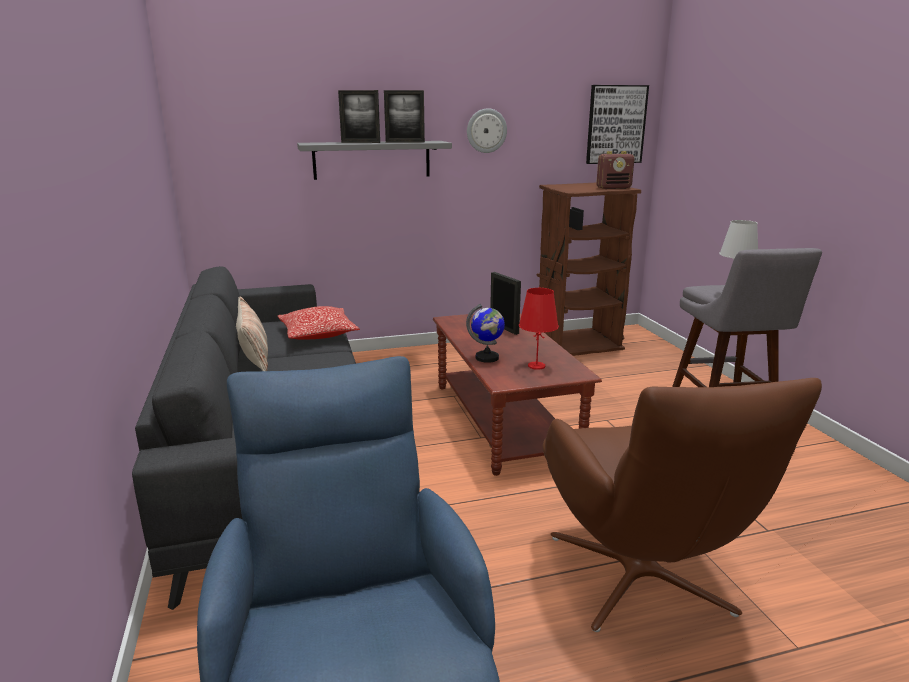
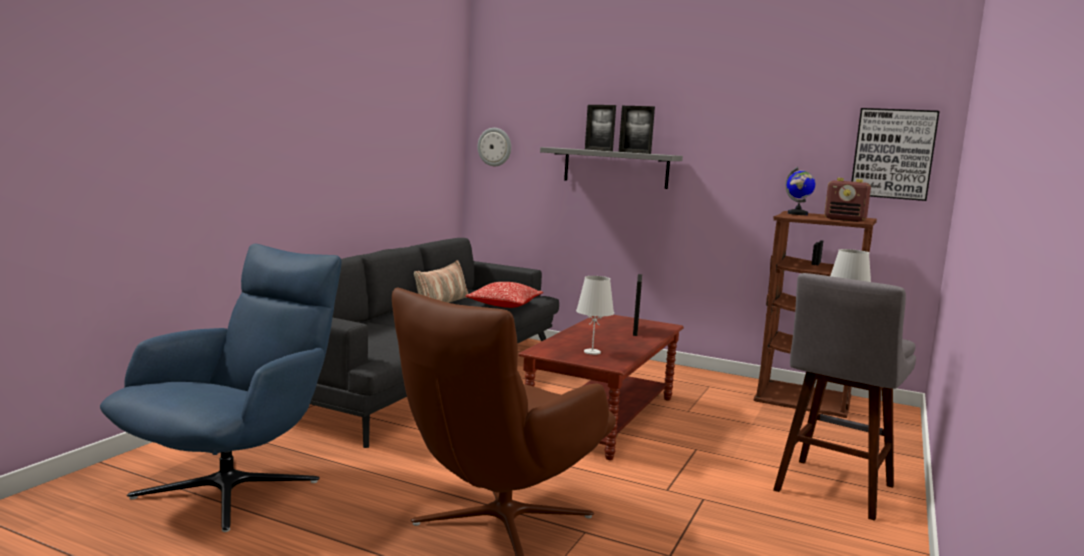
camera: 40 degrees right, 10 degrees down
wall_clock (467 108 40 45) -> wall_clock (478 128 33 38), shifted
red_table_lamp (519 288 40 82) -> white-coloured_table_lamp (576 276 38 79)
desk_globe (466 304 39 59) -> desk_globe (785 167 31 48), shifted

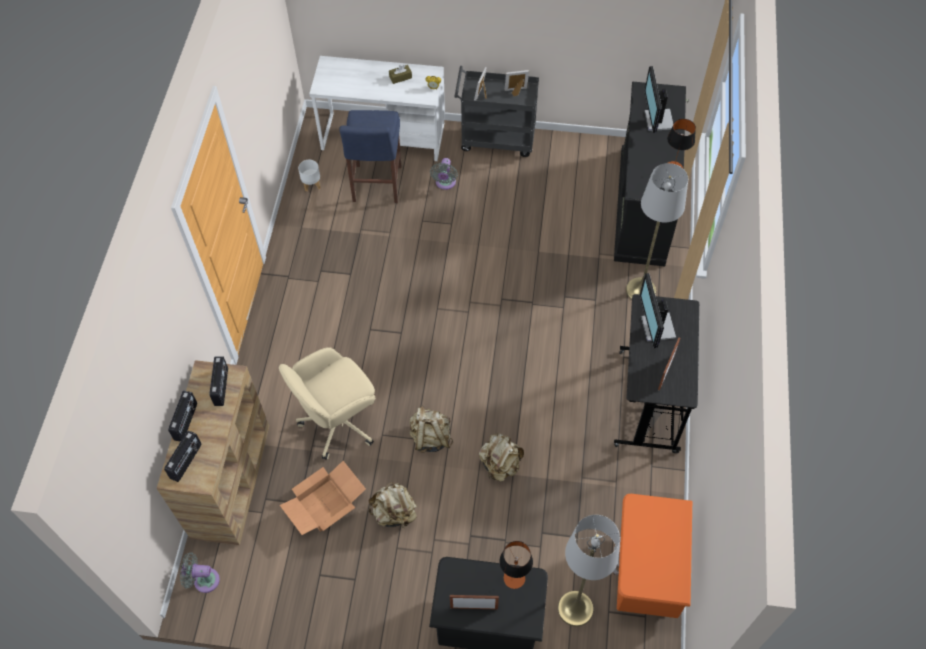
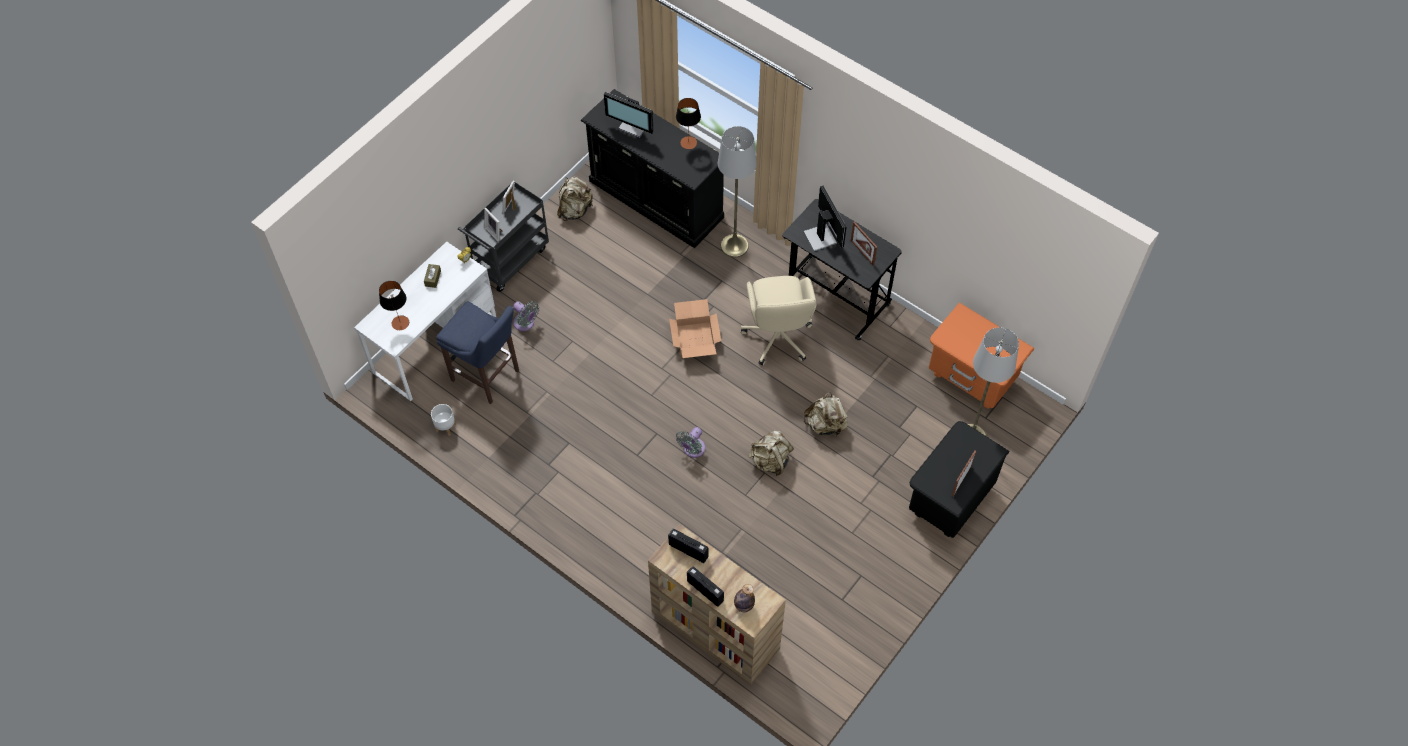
camera: 60 degrees left, 0 degrees up
table_lamp (499 541 34 48) -> table_lamp (379 281 30 49), shifted
beige-coloured_rucksack (368 482 49 47) -> beige-coloured_rucksack (557 177 36 44), shifted
carton (280 461 86 74) -> carton (669 299 52 59), shifted
grey_electric_fan (180 552 40 41) -> grey_electric_fan (676 427 29 31), shifted
radio (164 431 37 51) -> drink_bottle (734 584 21 28)
beige-coloured_office_chair (279 347 97 113) -> beige-coloured_office_chair (741 276 75 90), shifted
computer_screen (640 273 36 75) -> computer_screen (803 186 44 65), 135 degrees counterclockwise

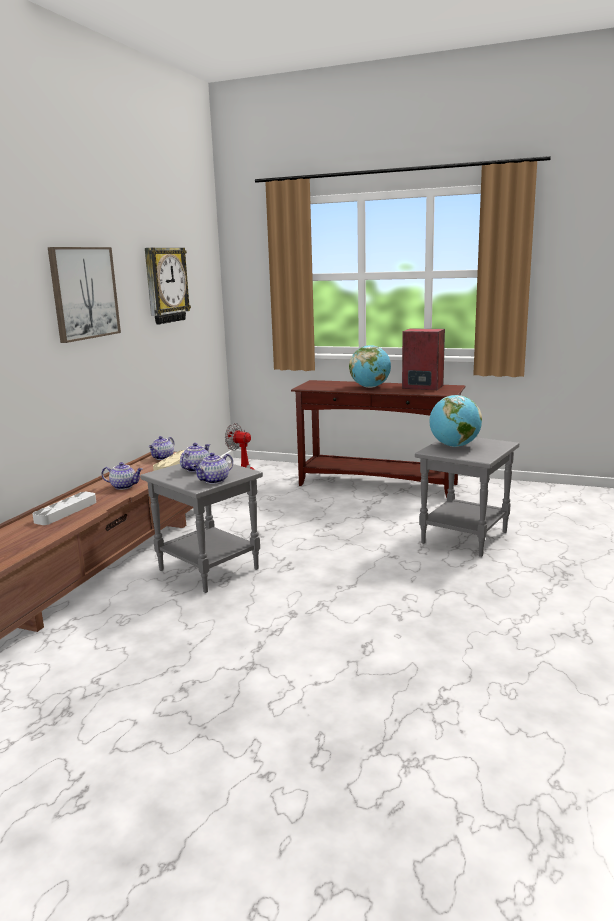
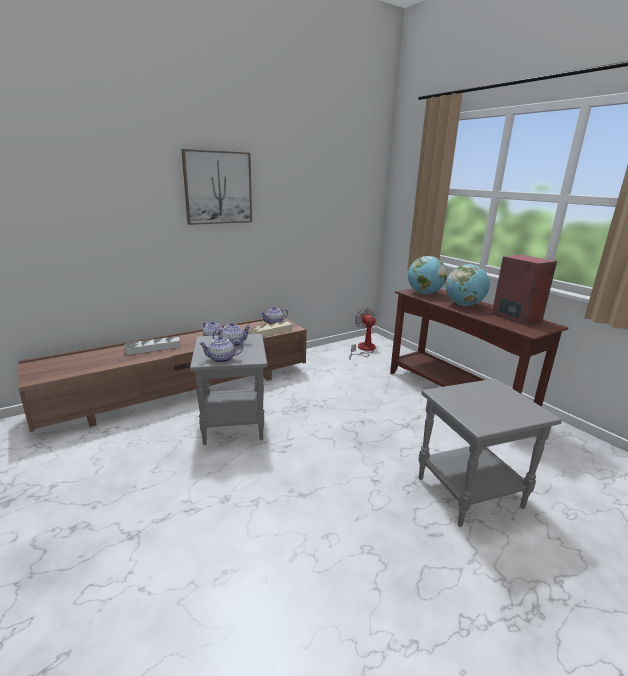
camera: 35 degrees right, 5 degrees up
desk_globe (429 395 53 52) -> desk_globe (408 256 39 38), shifted
wall_clock (145 248 46 77) -> none

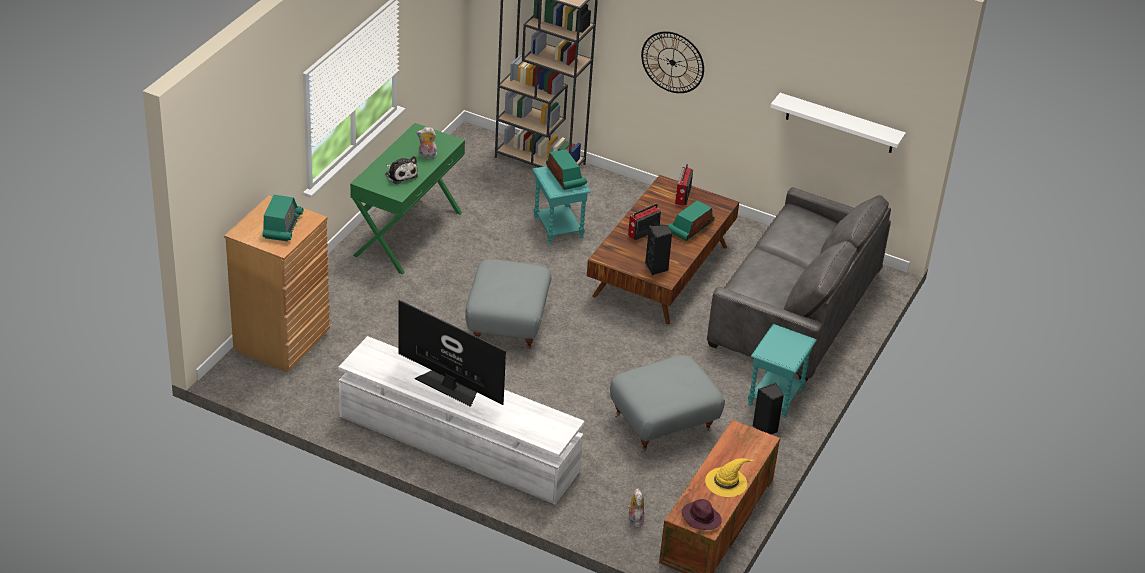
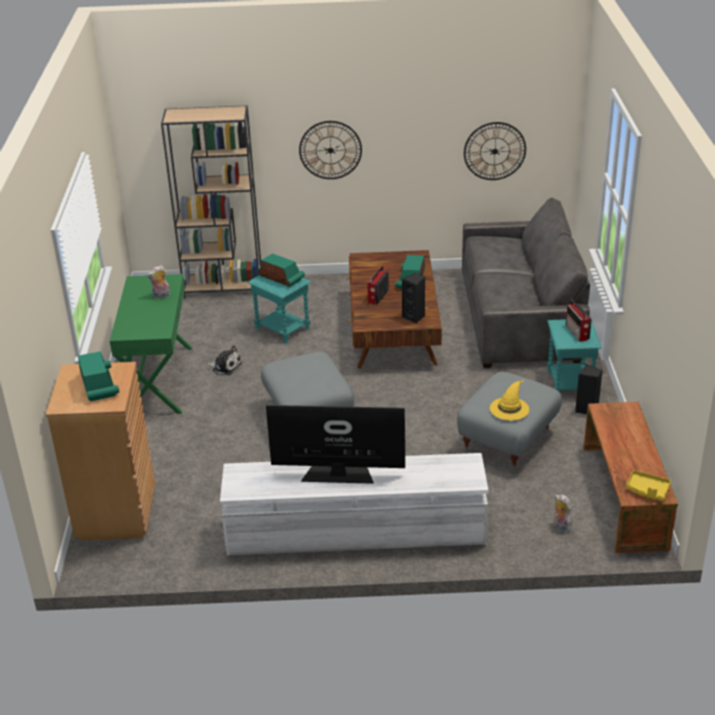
camera: 25 degrees left, 5 degrees down
soft_toy (385 156 33 28) -> soft_toy (207 345 35 30), shifted
white-coloured_shelf (770 93 136 60) -> wall_clock (464 122 62 58)
yellow_clothing_hat (705 458 50 39) -> yellow_clothing_hat (490 380 39 40), shifted
radio (675 164 18 41) -> radio (566 300 26 42), shifted
purplish_clothing_hat (682 499 40 31) -> yellow_tray (626 470 45 31)

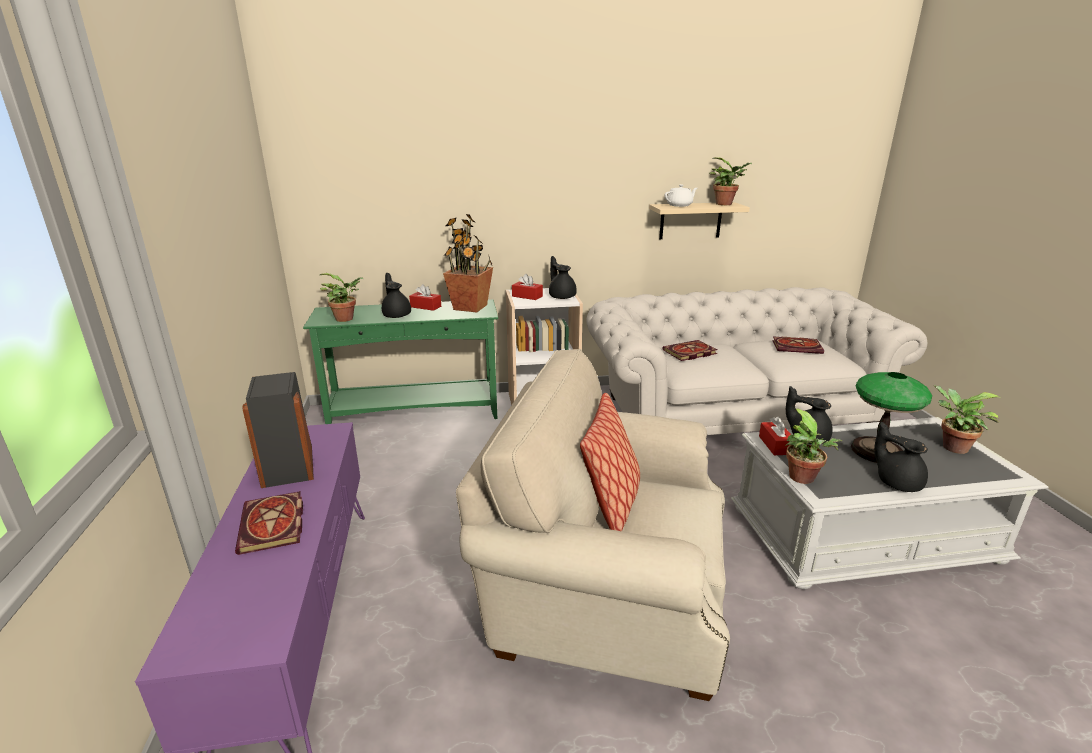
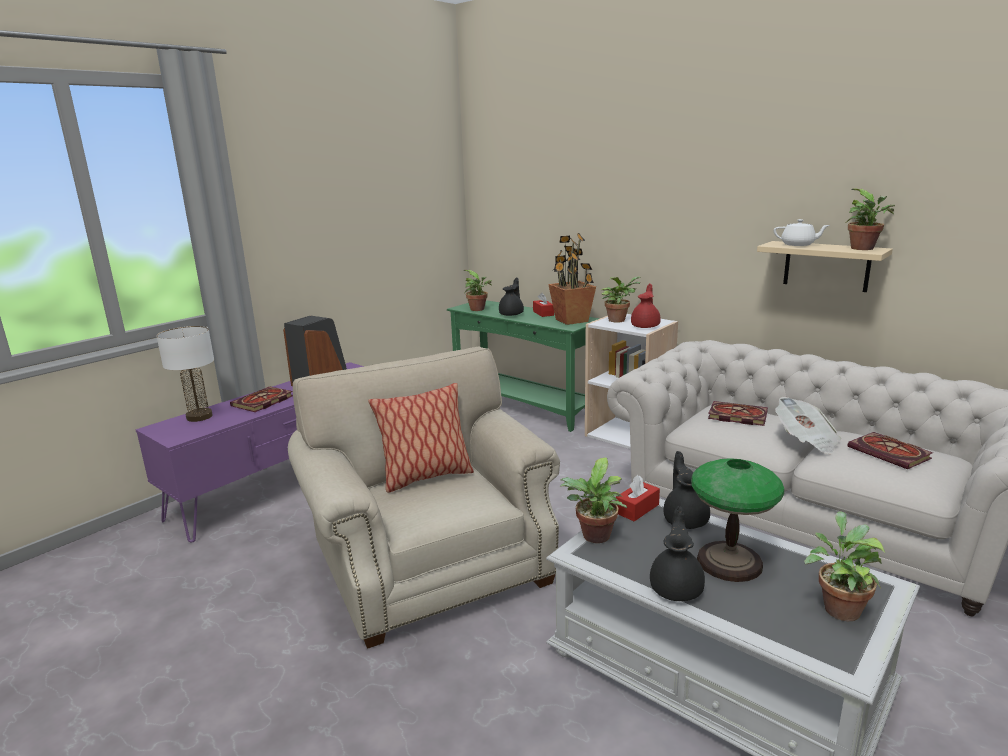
camera: 50 degrees right, 5 degrees down
none -> table_lamp (156 326 58 96)
red_tissue_holder (512 274 31 26) -> houseplant (601 276 40 47)
blackish_teapot (549 256 28 43) -> red_teapot (631 284 30 44)
none -> newspaper (775 397 66 57)

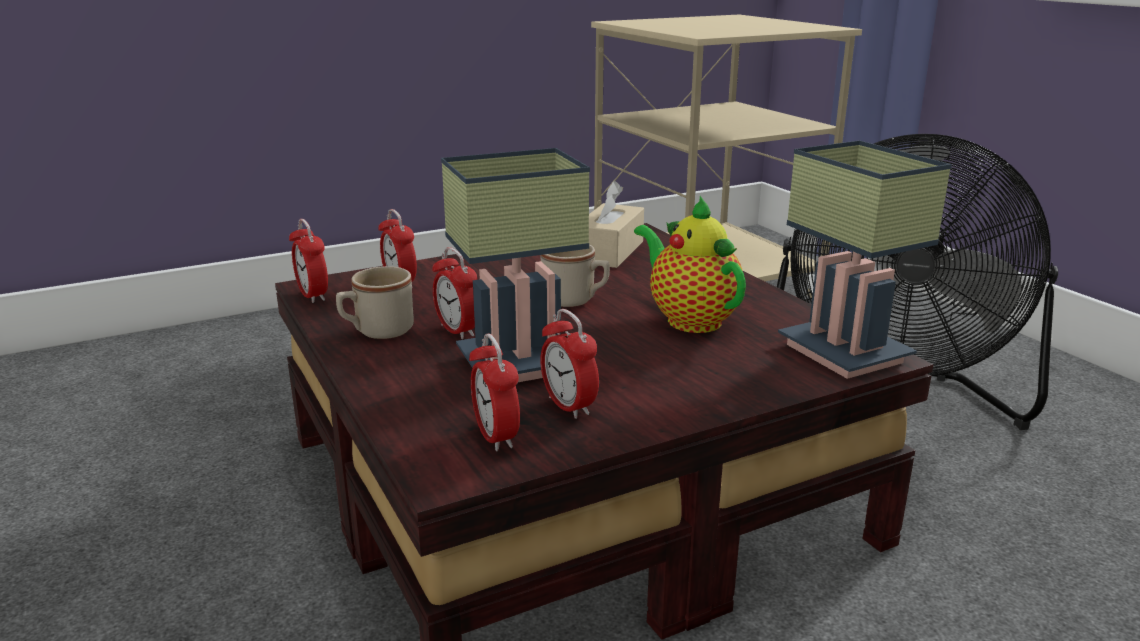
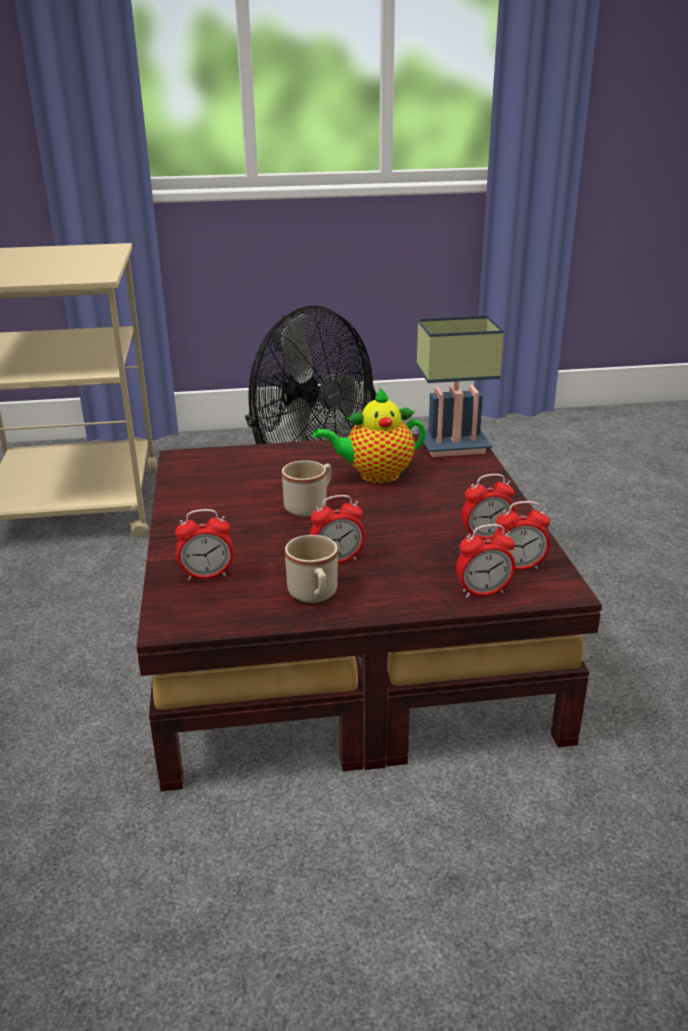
camera: 70 degrees left, 5 degrees up
table_clock (289 219 39 84) -> table_clock (456 524 60 74), shifted
table_lamp (441 148 149 234) -> none
beige-coloured_tissue_holder (589 181 55 87) -> none

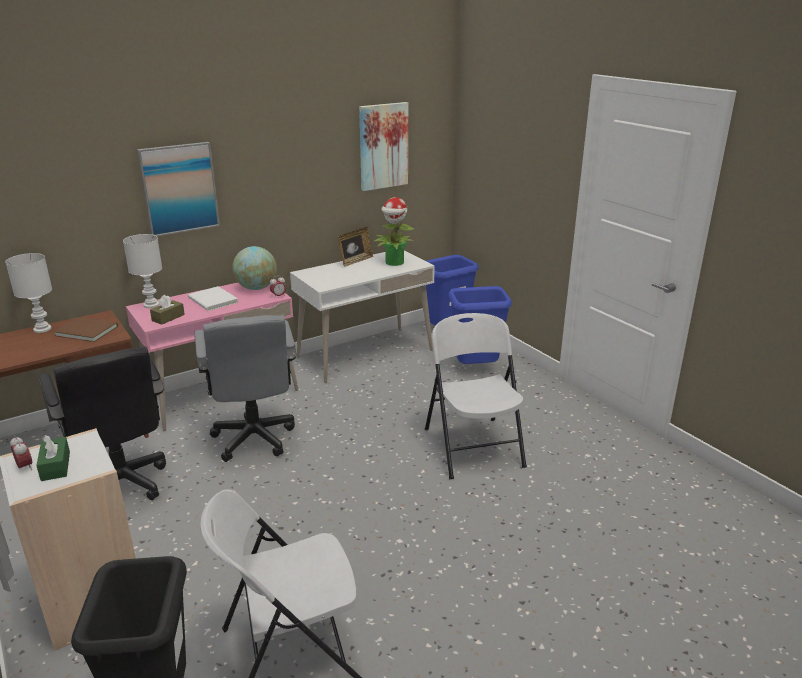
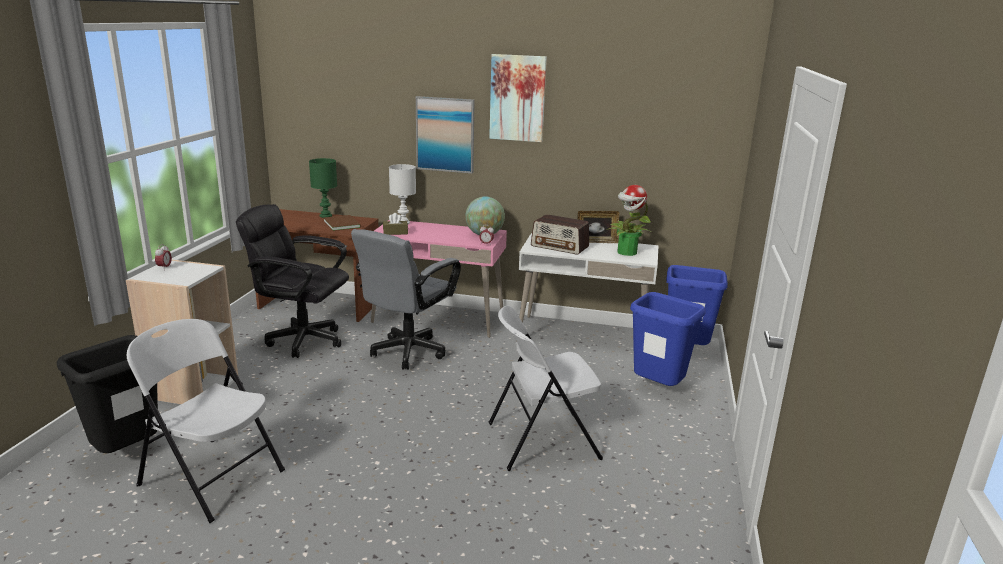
camera: 45 degrees right, 5 degrees down
blackish_office_chair (39 346 127 154) -> blackish_office_chair (236 204 113 154), 90 degrees clockwise
white-coloured_table_lamp (5 253 47 80) -> green-coloured_table_lamp (309 158 28 60)
picture (359 102 49 89) -> picture (489 54 58 88), shifted
white-coloured_plain_chair (425 313 102 166) -> white-coloured_plain_chair (489 306 114 165), 135 degrees counterclockwise
none -> radio (531 214 58 41)
green-coloured_tissue_holder (36 435 34 46) -> none
white-coloured_book (188 286 50 25) -> none

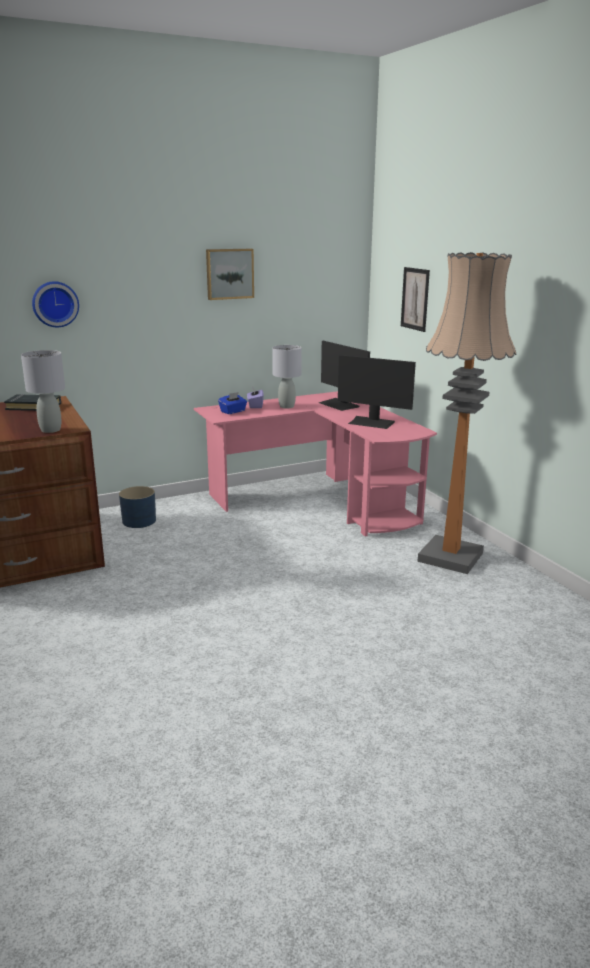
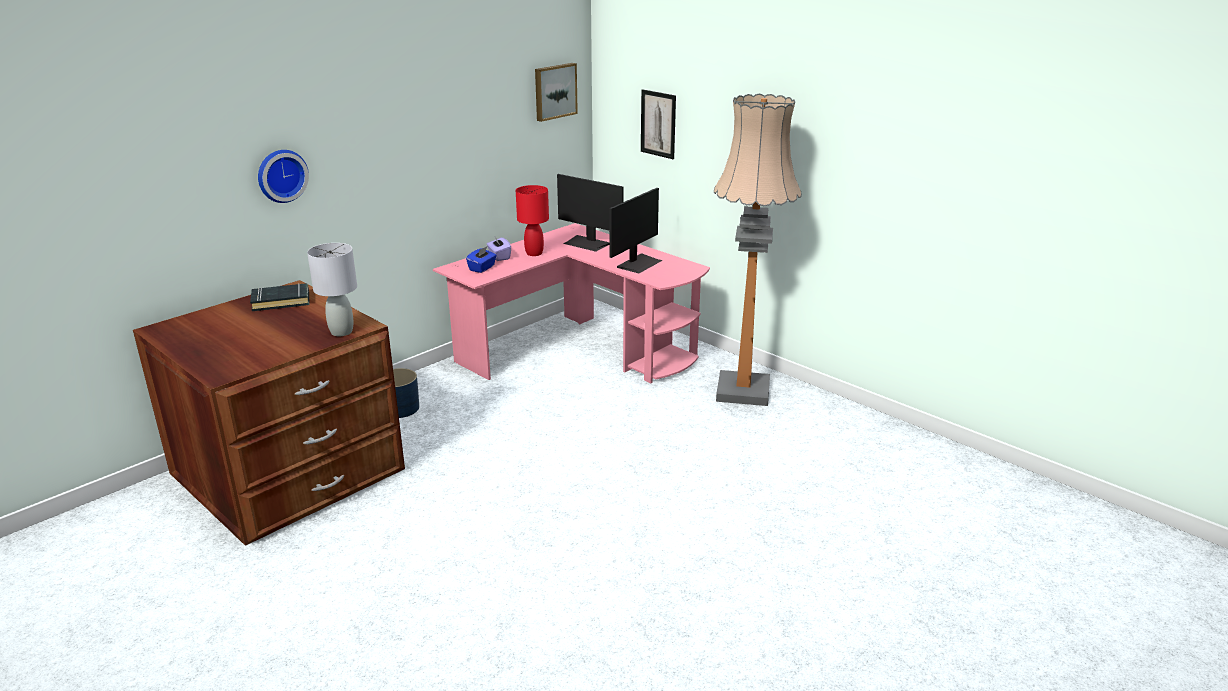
camera: 20 degrees left, 5 degrees up
grey_table_lamp (272 345 30 63) -> red_table_lamp (516 185 33 71)
picture (206 249 48 51) -> picture (535 63 43 59), shifted
computer_screen (338 355 78 74) -> computer_screen (609 188 54 85), 60 degrees counterclockwise

